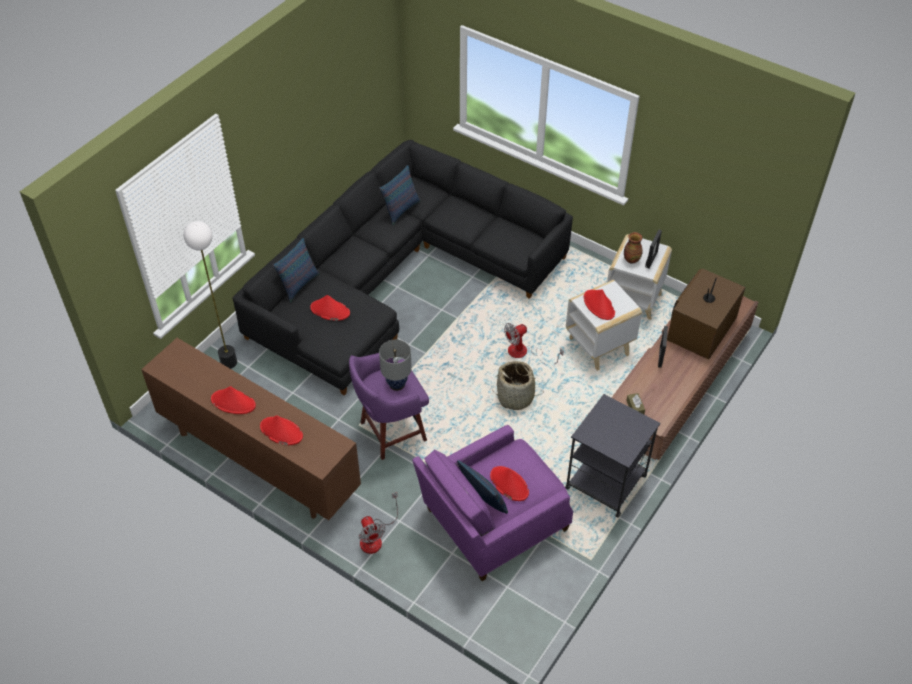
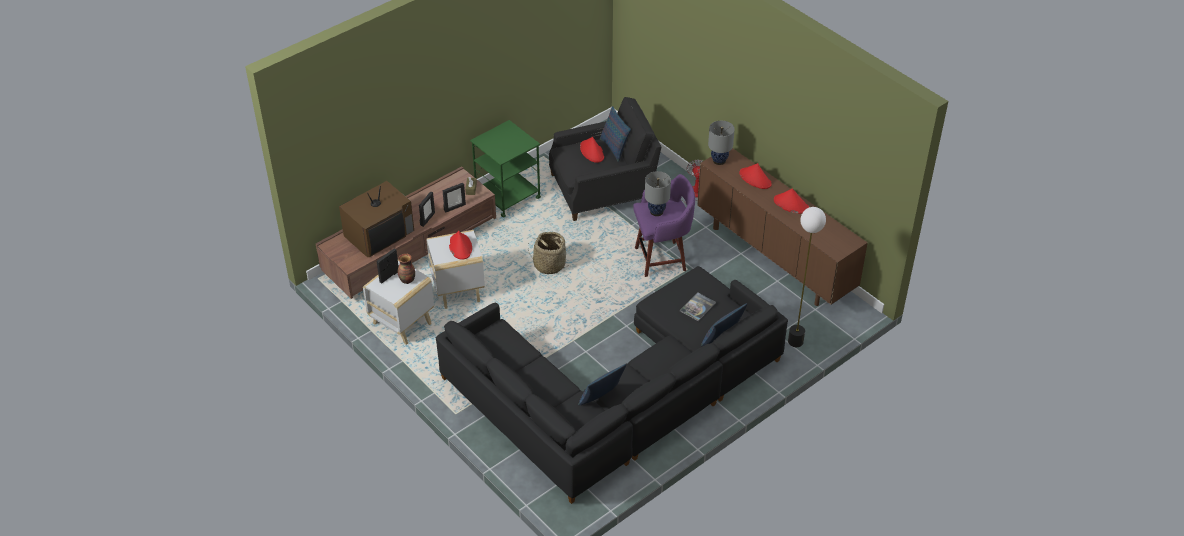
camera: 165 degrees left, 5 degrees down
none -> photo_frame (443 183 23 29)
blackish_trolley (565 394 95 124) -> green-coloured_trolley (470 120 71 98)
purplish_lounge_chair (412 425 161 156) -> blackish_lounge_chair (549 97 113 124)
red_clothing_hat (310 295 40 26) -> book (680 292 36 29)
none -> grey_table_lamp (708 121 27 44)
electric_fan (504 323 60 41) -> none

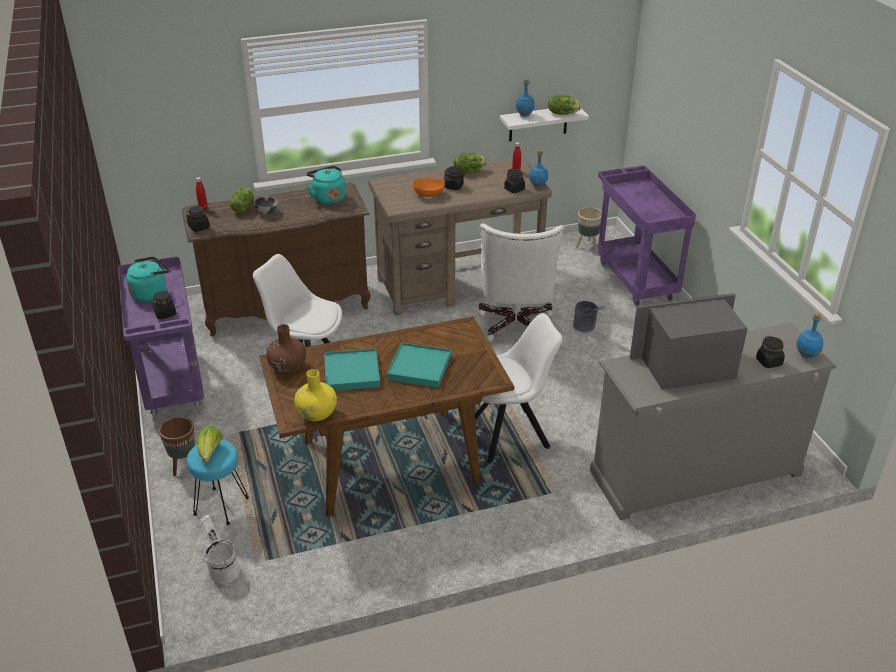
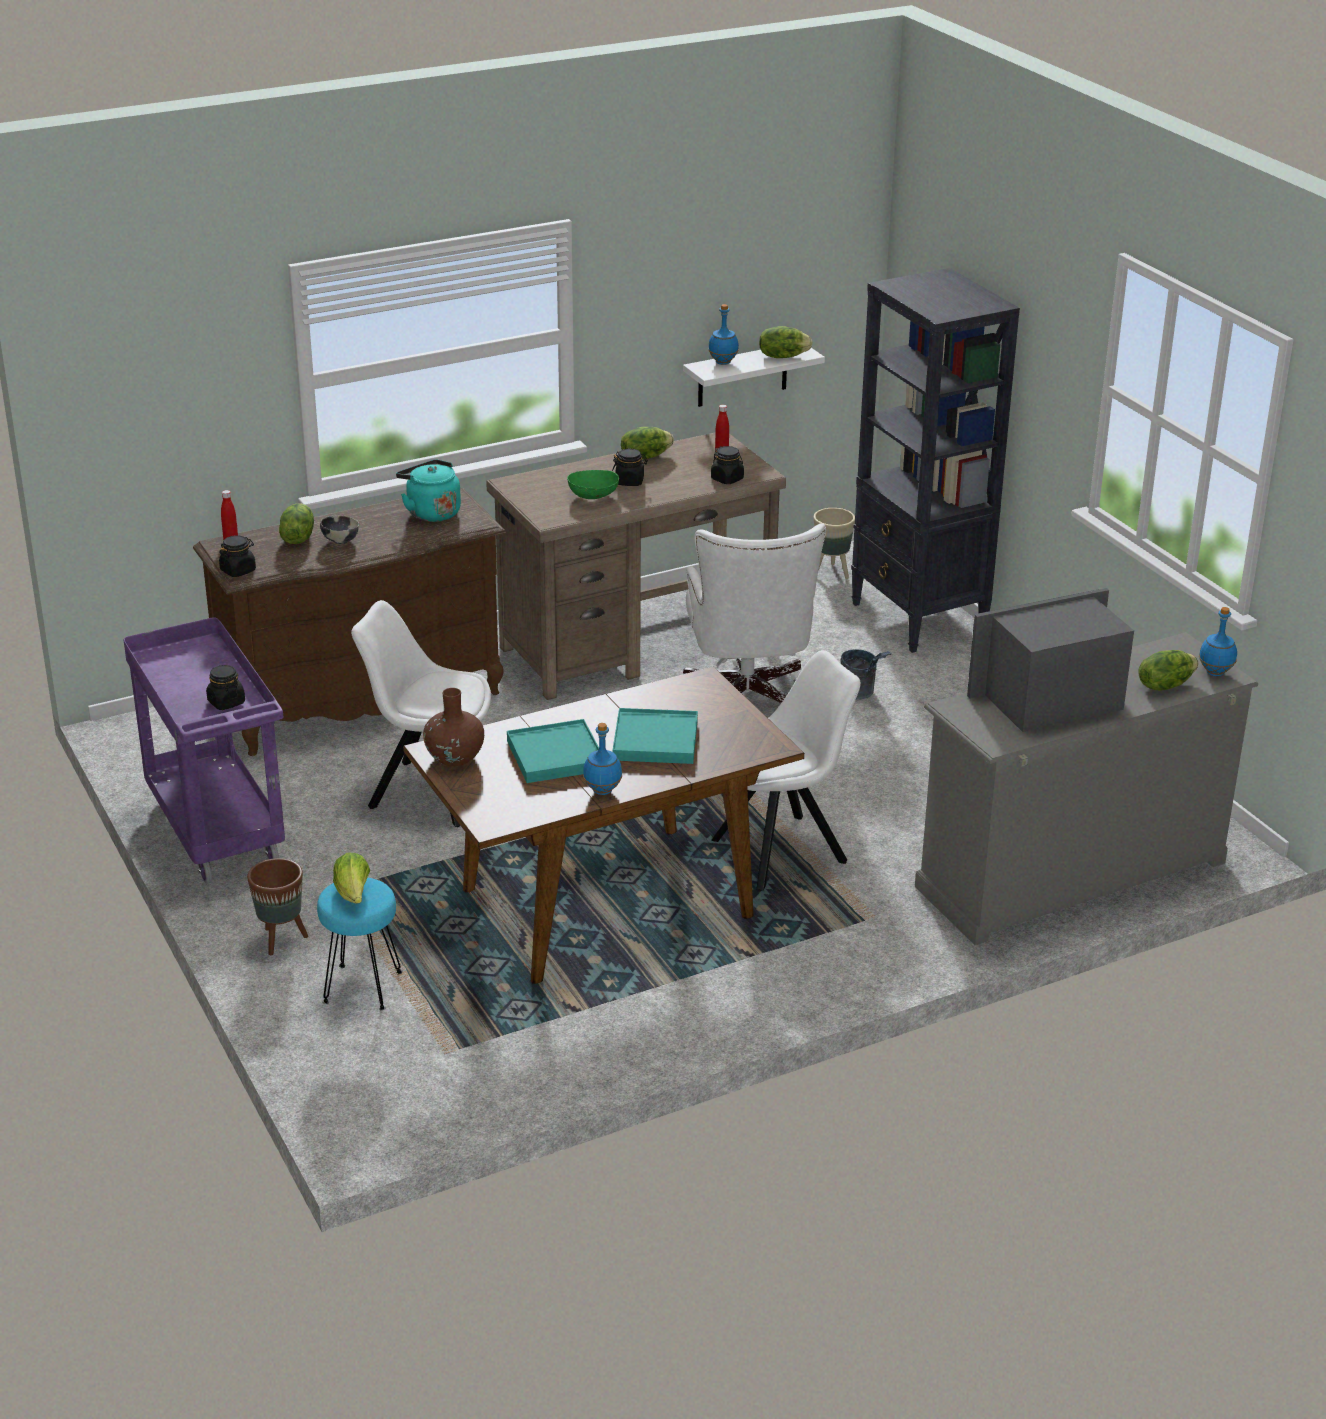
camera: 10 degrees left, 5 degrees down
orange-coloured_bowl (413 178 32 19) -> green-coloured_bowl (567 470 52 29)
blue_drink_bottle (529 150 19 38) -> blue_drink_bottle (583 723 39 72), shifted
purplish_trolley (598 165 98 143) -> blackish_shelving_unit (851 268 169 385)
blackish_preserve_jar (756 336 29 32) -> head_of_lettuce (1138 650 60 41)
turquoise_water_kettle (126 256 44 46) -> none
white-coloured_water_bucket (199 515 41 69) -> none
yellow_flower_vase (294 369 43 52) -> none

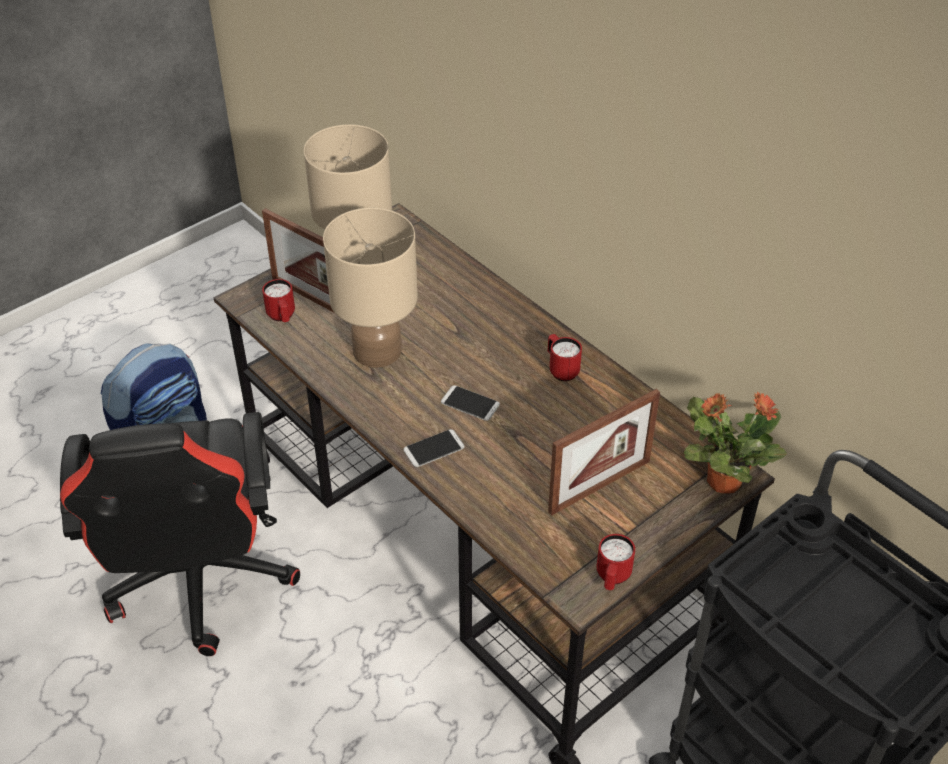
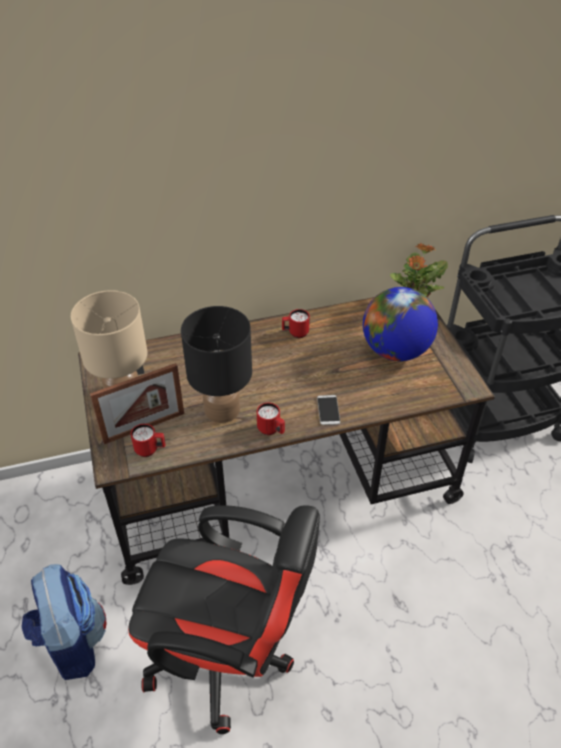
camera: 65 degrees left, 0 degrees up
beige-coloured_table_lamp (323 208 95 160) -> blackish_table_lamp (181 306 71 117)
red_tea_mug (596 534 39 56) -> red_tea_mug (257 403 28 32), shifted
photo_frame (548 389 112 127) -> desk_globe (363 287 75 74)
phone (441 385 59 36) -> none

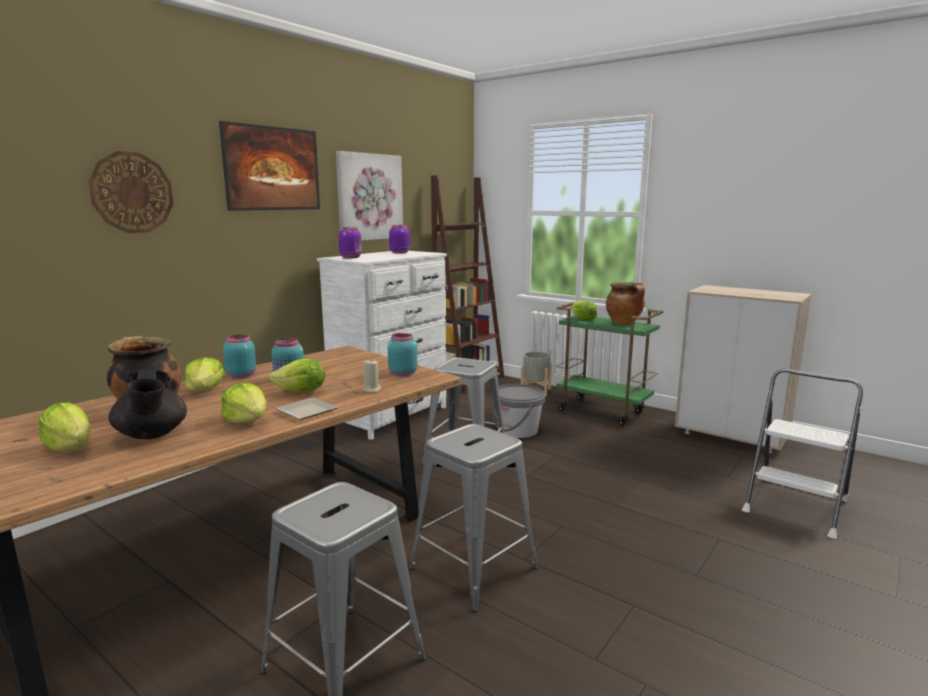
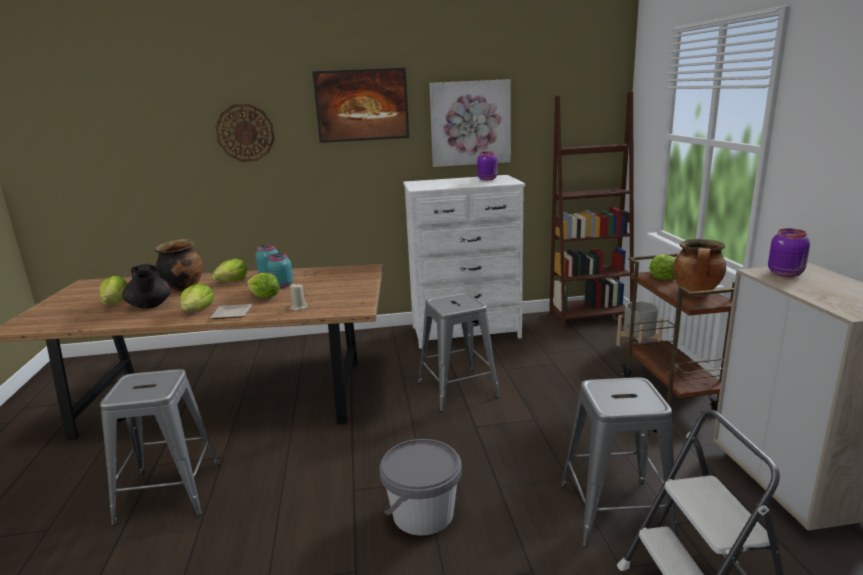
camera: 45 degrees right, 5 degrees up
blackish_teapot (109 369 78 70) -> blackish_teapot (122 264 49 45), 45 degrees counterclockwise
grey_water_bucket (492 384 53 54) -> grey_water_bucket (379 439 83 97), shifted
grey_sitting_stool (409 424 129 188) -> grey_sitting_stool (561 377 117 171), shifted
green-coloured_trolley (555 301 109 125) -> brownish_trolley (621 253 114 158)
purplish_preserve_jar (339 227 23 31) -> purplish_preserve_jar (768 228 42 49), shifted
turquoise_preserve_jar (388 333 29 43) -> none

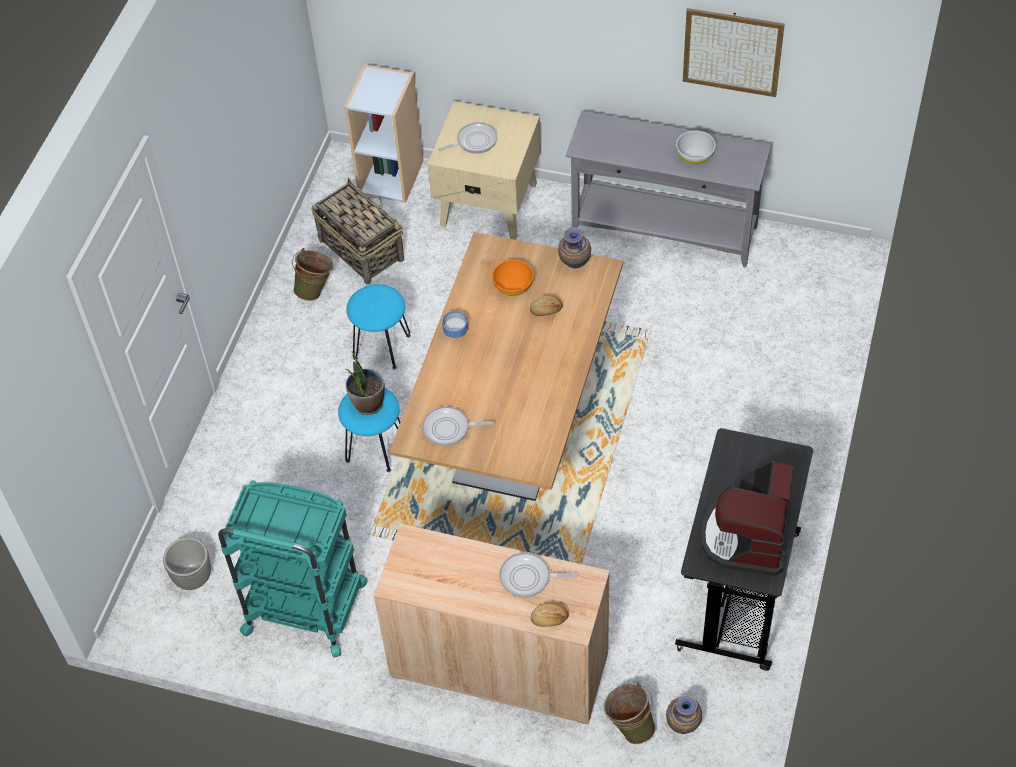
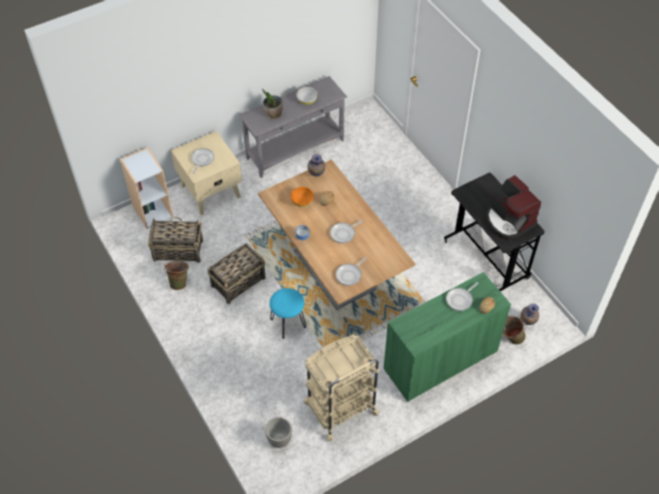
camera: 50 degrees left, 0 degrees up
turquoise_sitting_stool (346 284 65 85) -> storage_basket (207 243 59 61)
houseplant (346 351 39 64) -> houseplant (262 89 21 30), shifted
turquoise_trolley (218 480 150 177) -> beige-coloured_trolley (303 334 77 107)
none -> skillet (330 219 34 24)
beige-coloured_cupboard (373 523 237 202) -> green-coloured_cupboard (383 272 128 130)
picture (683 8 102 89) -> none

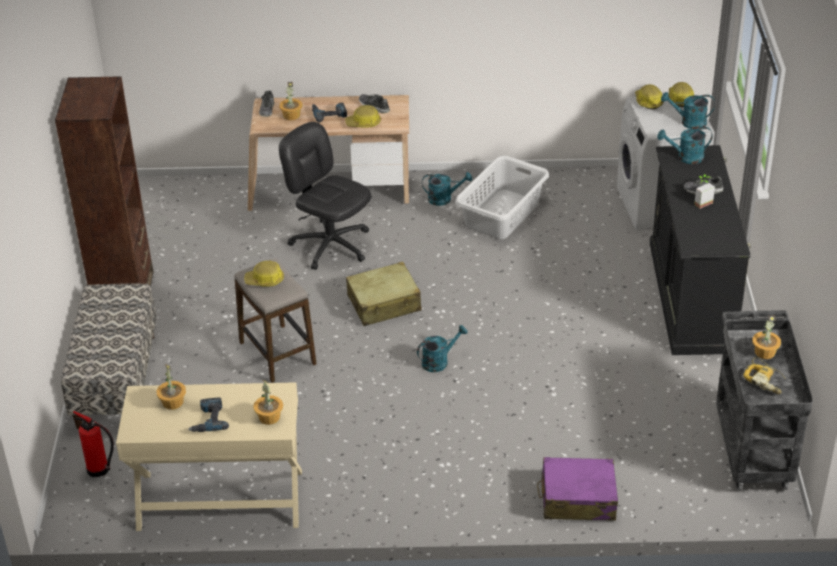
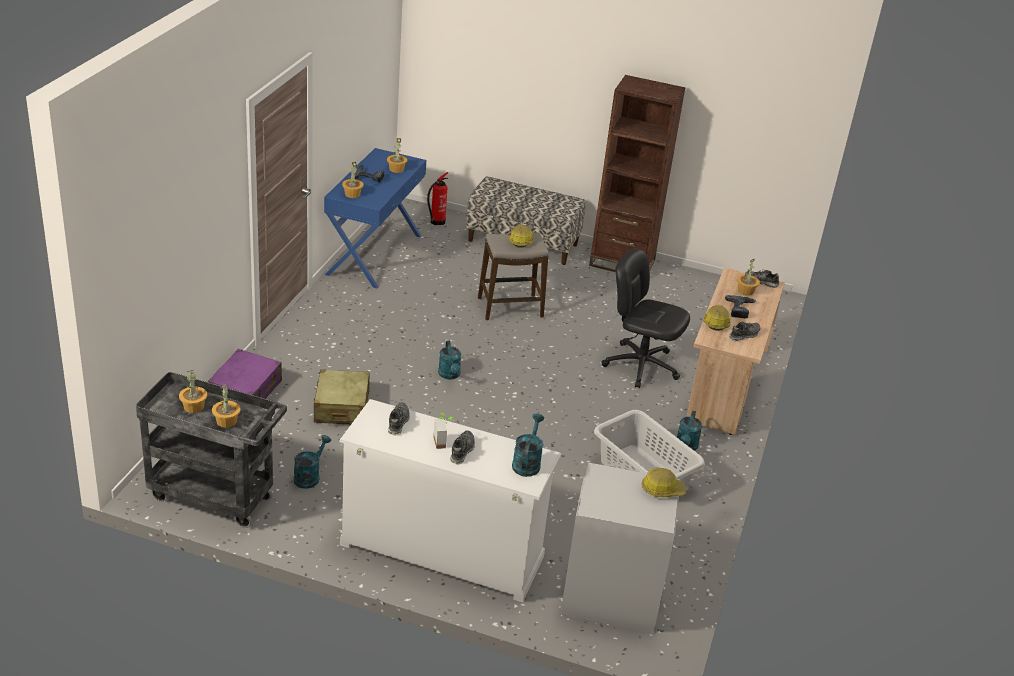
camera: 105 degrees right, 5 degrees down
electric_drill (743 357 43 37) -> houseplant (179 370 28 43)
turquoise_watering_pot (661 92 54 37) -> turquoise_watering_pot (294 435 37 54), shifted
beige-coloured_travel_case (346 262 75 64) -> beige-coloured_travel_case (314 369 56 56), shifted
beige-coloured_narrow_table (116 382 186 149) -> blue_narrow_table (324 148 102 141)
blackish_cupboard (650 145 101 210) -> white-coloured_cupboard (339 399 222 203)
none -> shoe (388 402 22 33)
blackish_office_chair (279 122 92 148) -> blackish_office_chair (601 248 89 140), 120 degrees counterclockwise
hard_hat (669 82 25 25) -> none

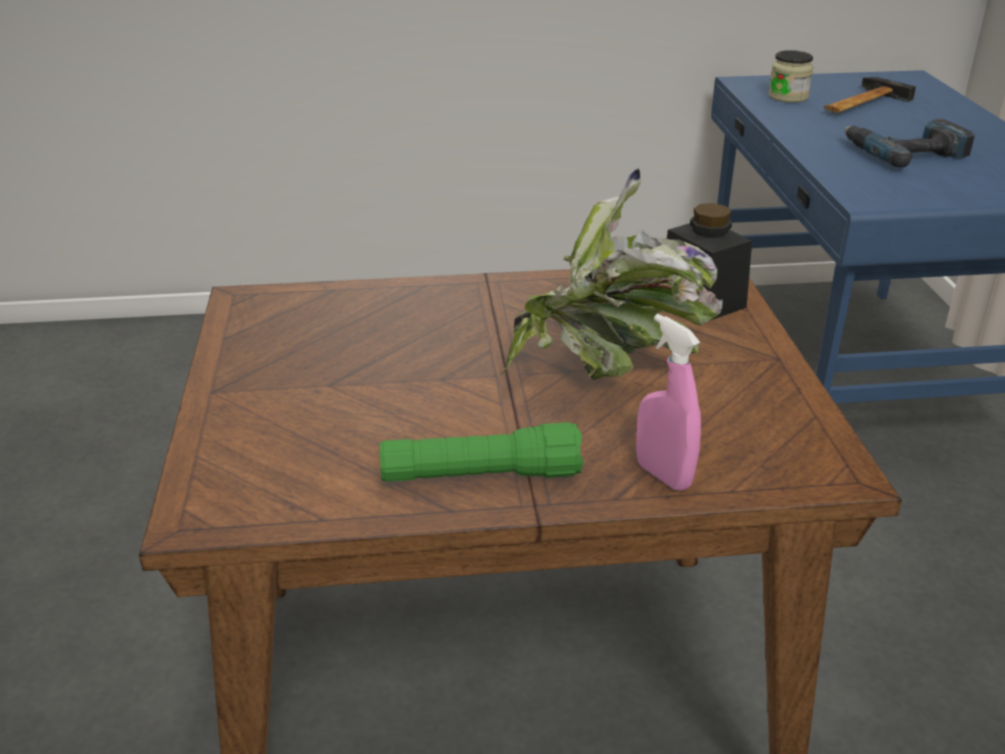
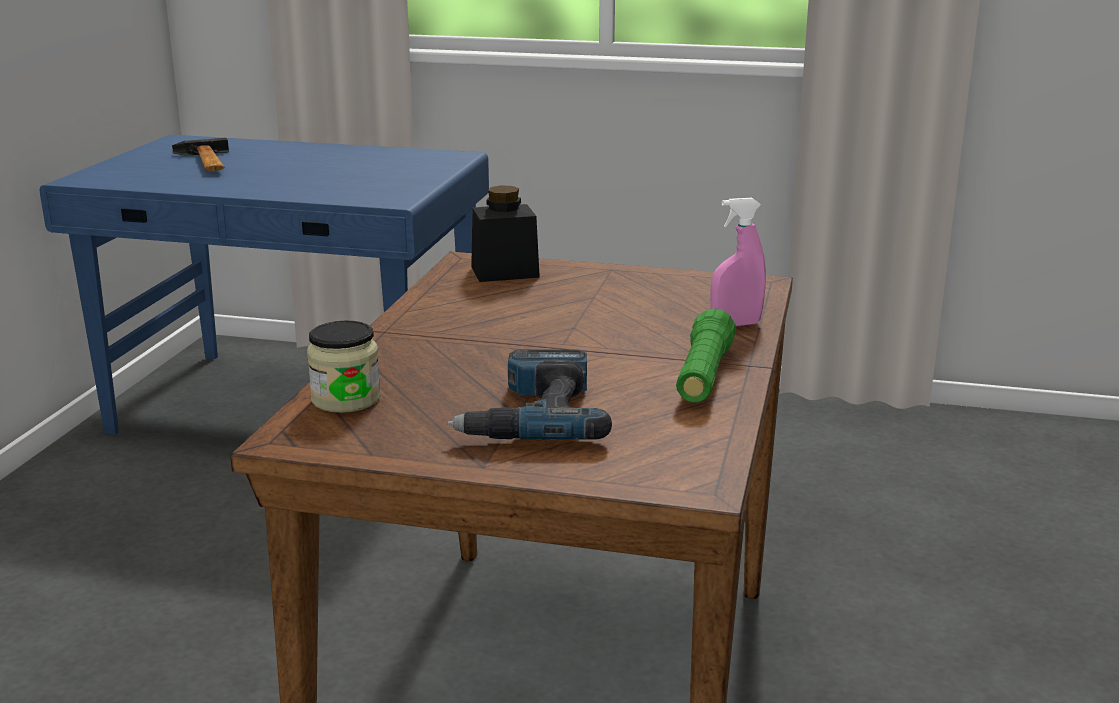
camera: 70 degrees left, 10 degrees down
preserve_jar (768 50 45 53) -> preserve_jar (307 321 74 92), shifted
electric_drill (844 119 131 49) -> electric_drill (447 349 165 91), shifted
houseplant (500 169 223 211) -> none

